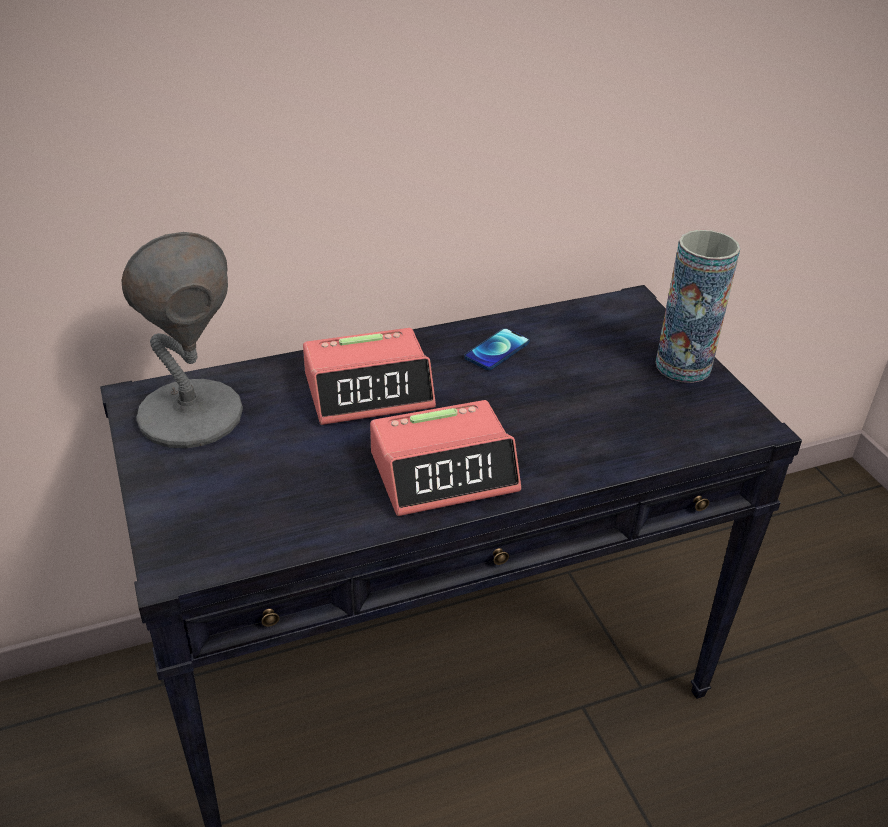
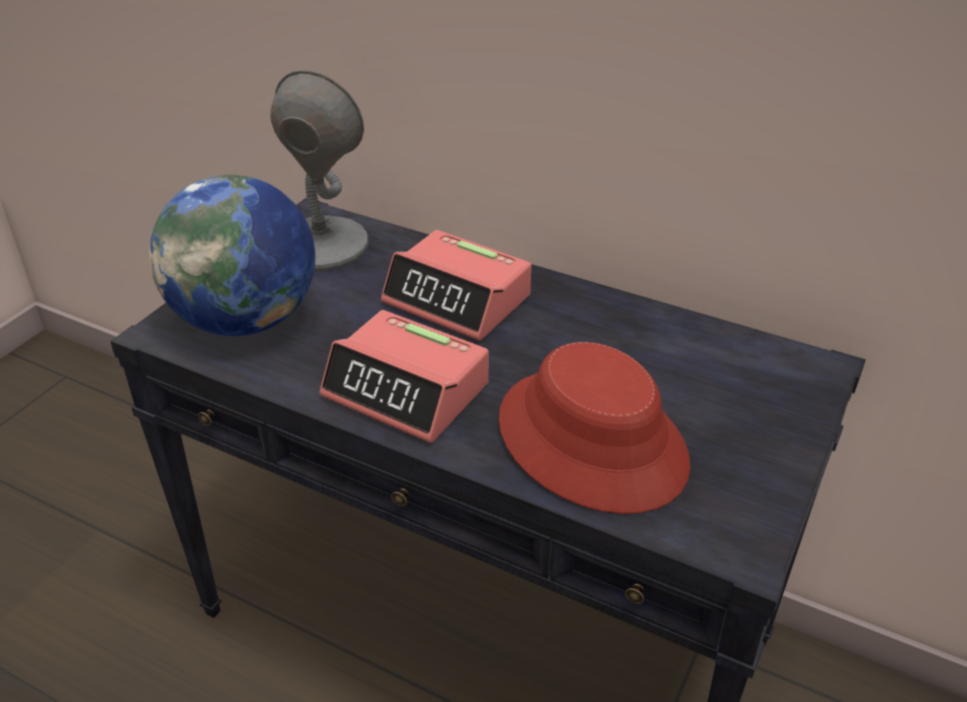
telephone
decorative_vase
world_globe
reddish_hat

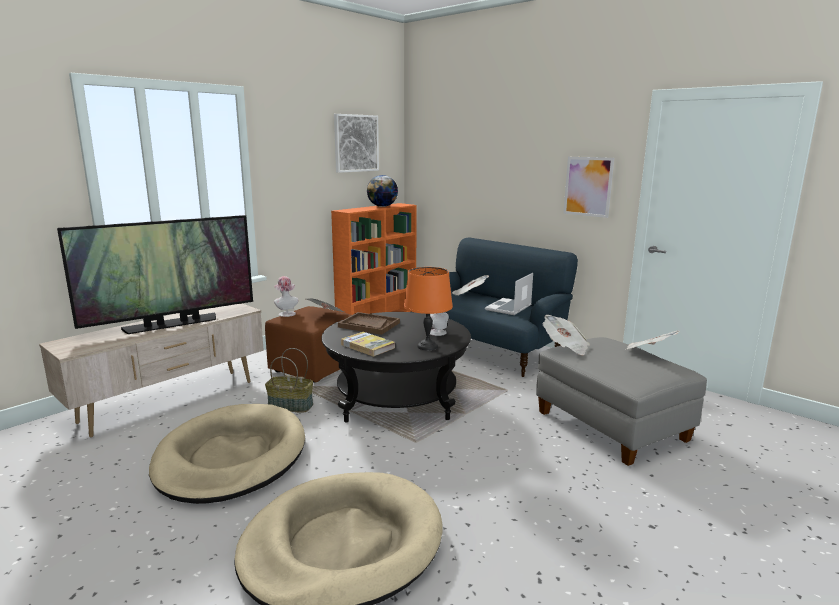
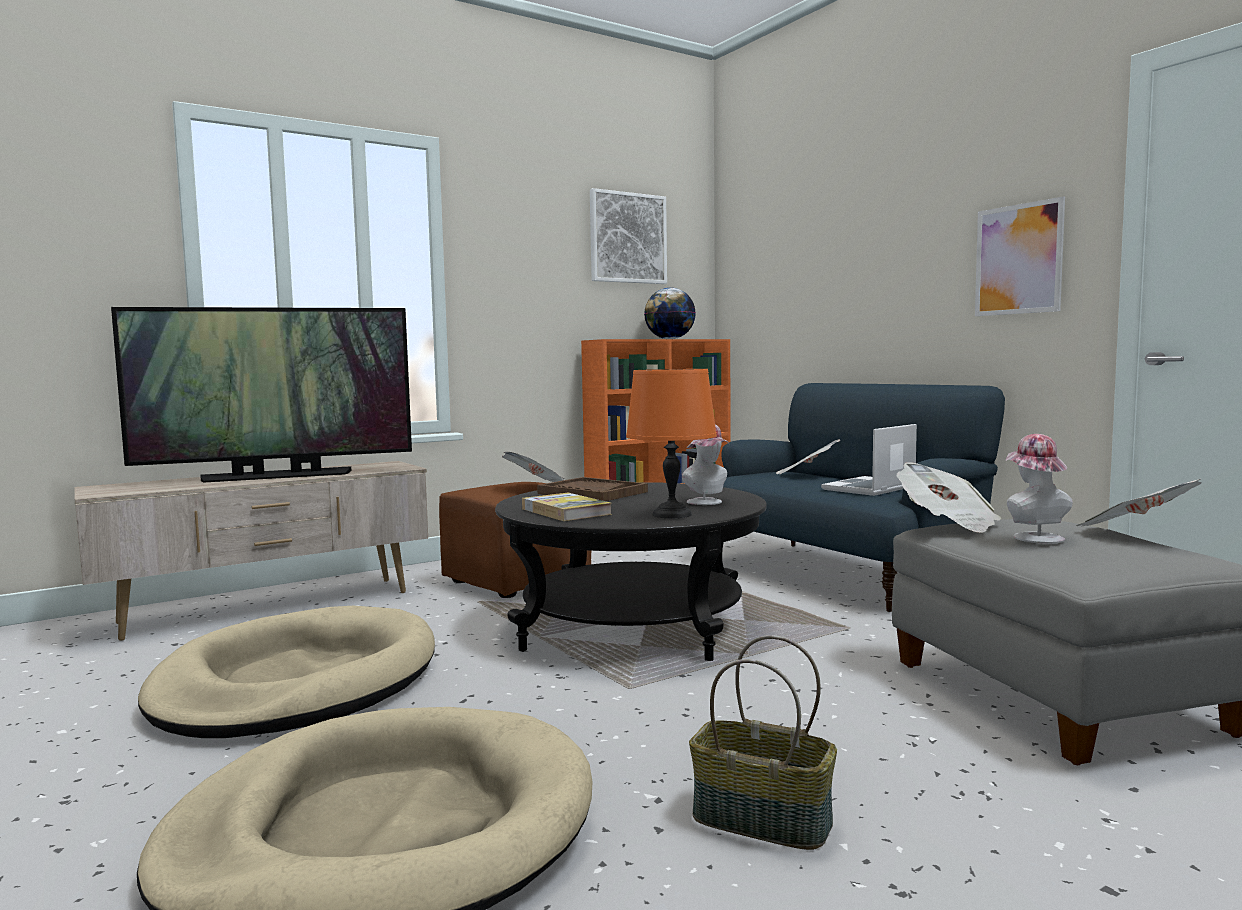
storage_basket
hat (no. 2 from left)

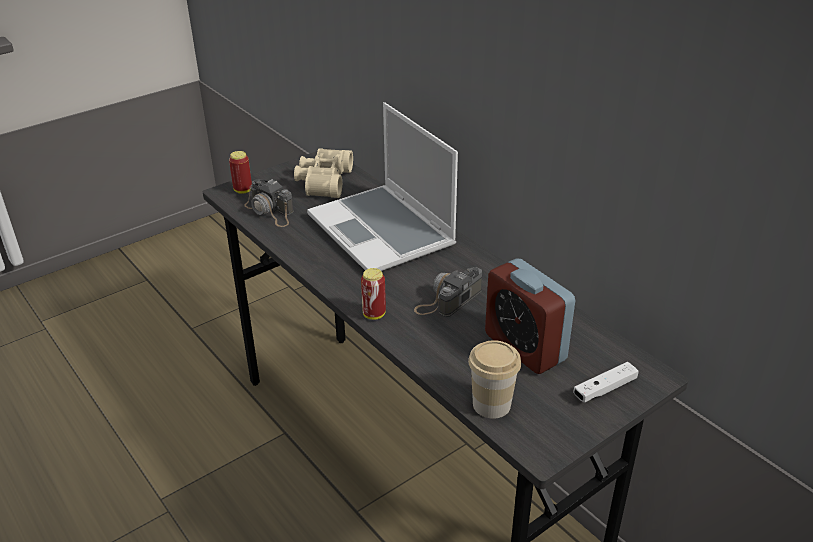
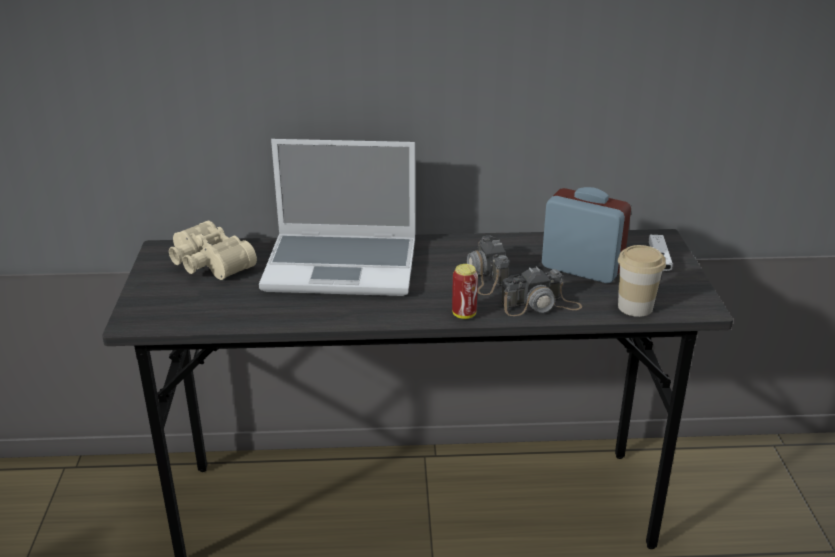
metal_can (no. 1 from left in the first image)
photo_camera (no. 2 from left)
alarm_clock

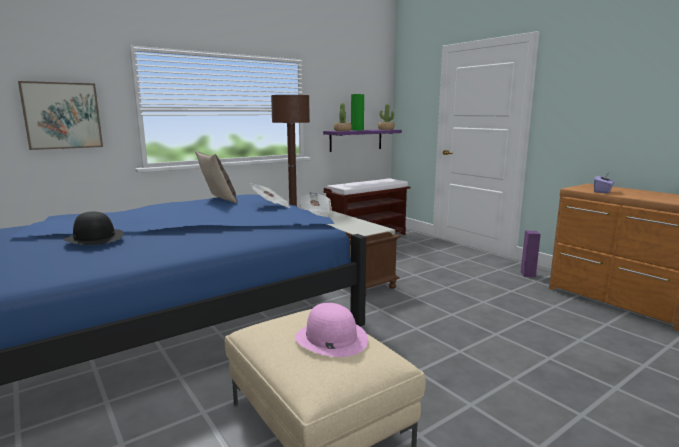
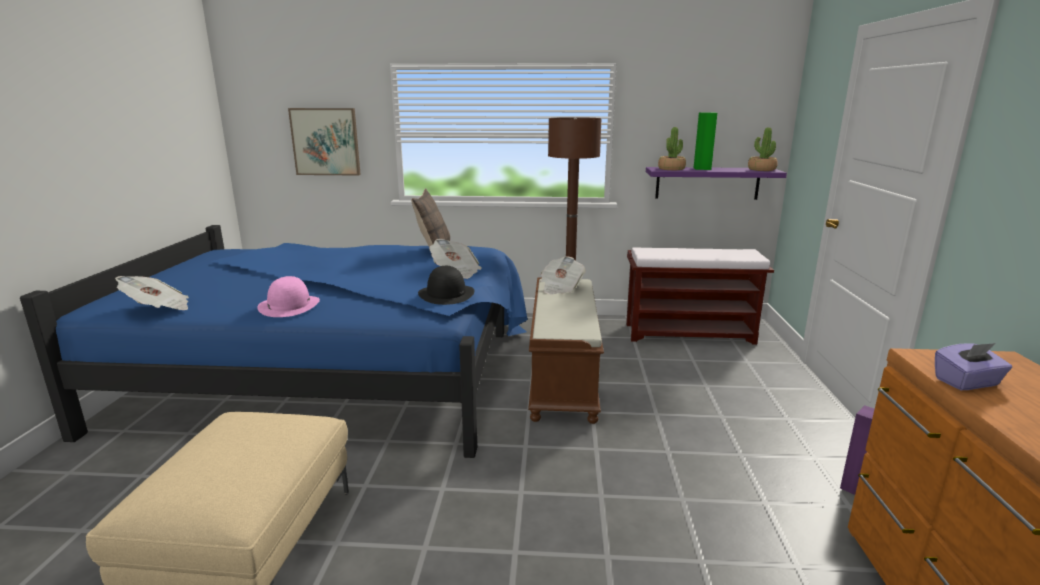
blackish_hat
pinkish_hat
printed_paper (no. 1 from left)

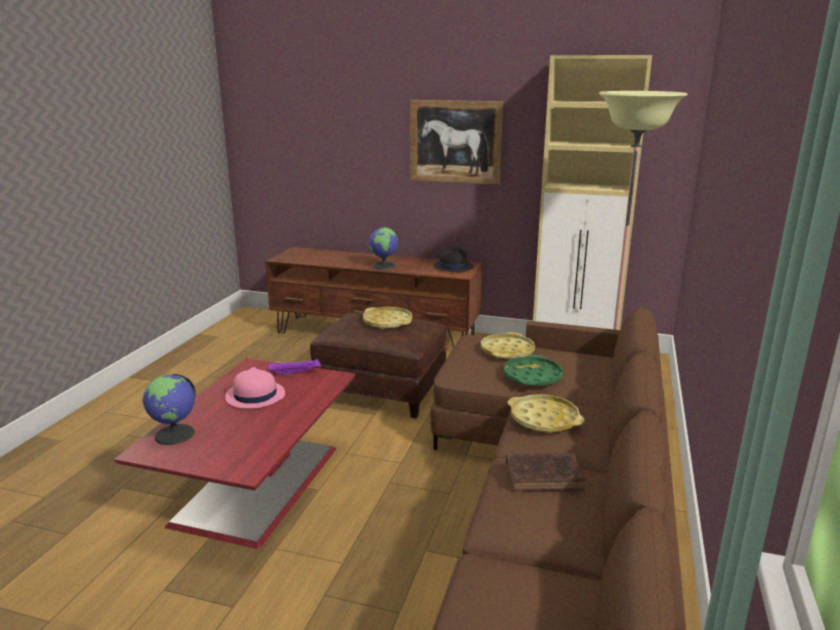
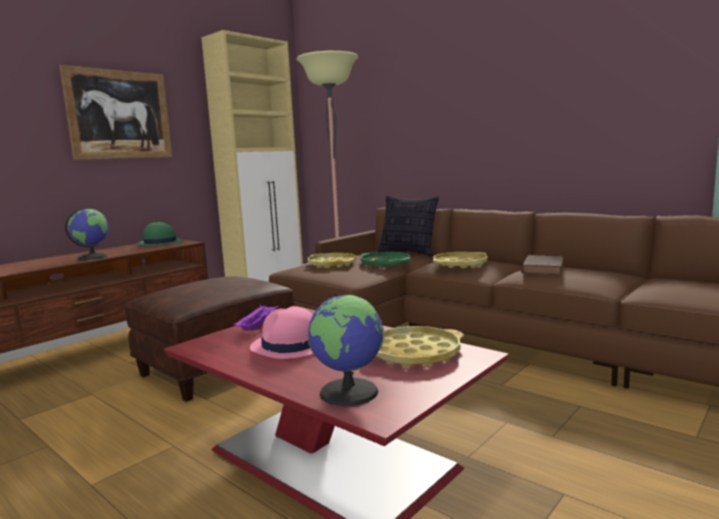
yellow-coloured_serving_tray (no. 2 from left)
green_hat
cushion

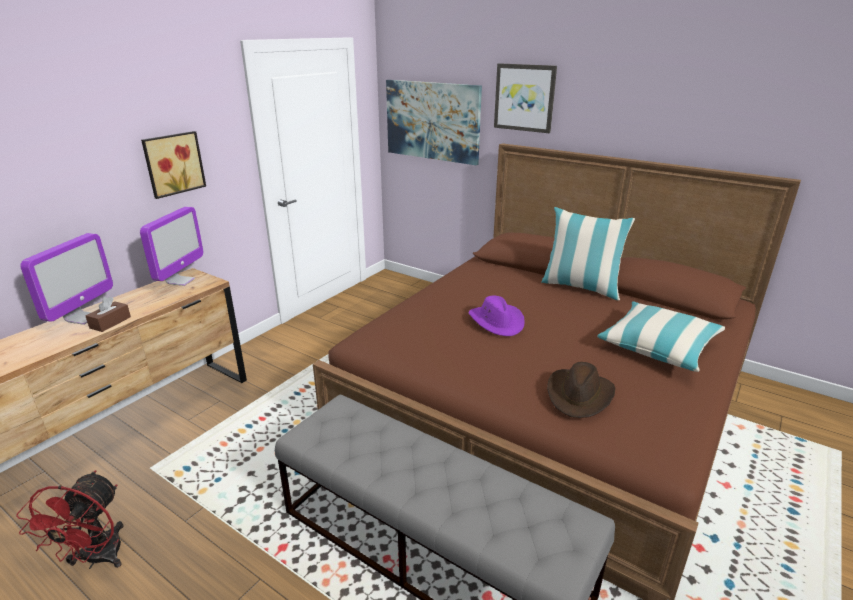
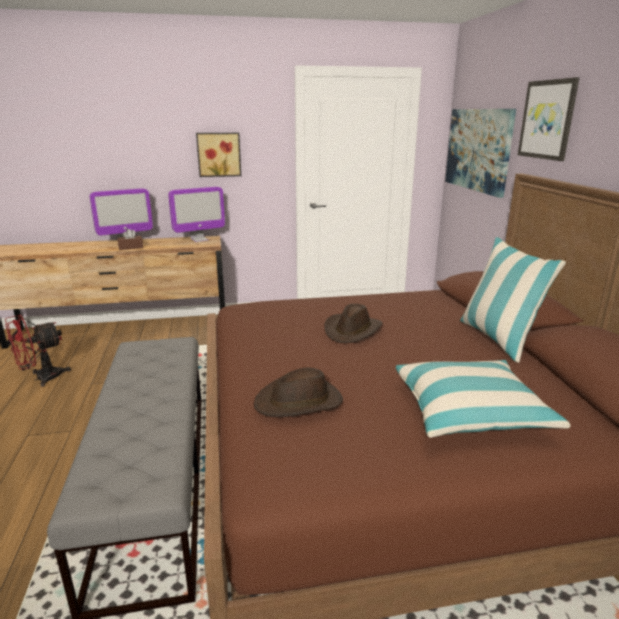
brown_hat (no. 2 from left)

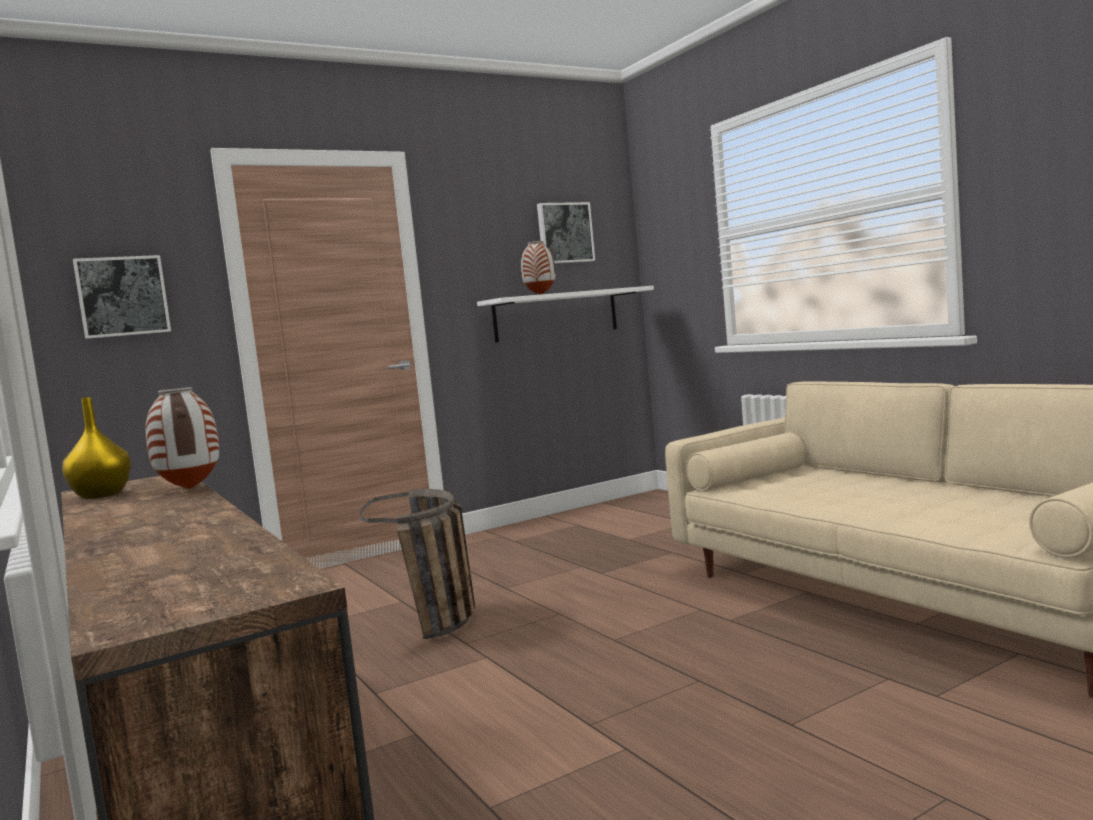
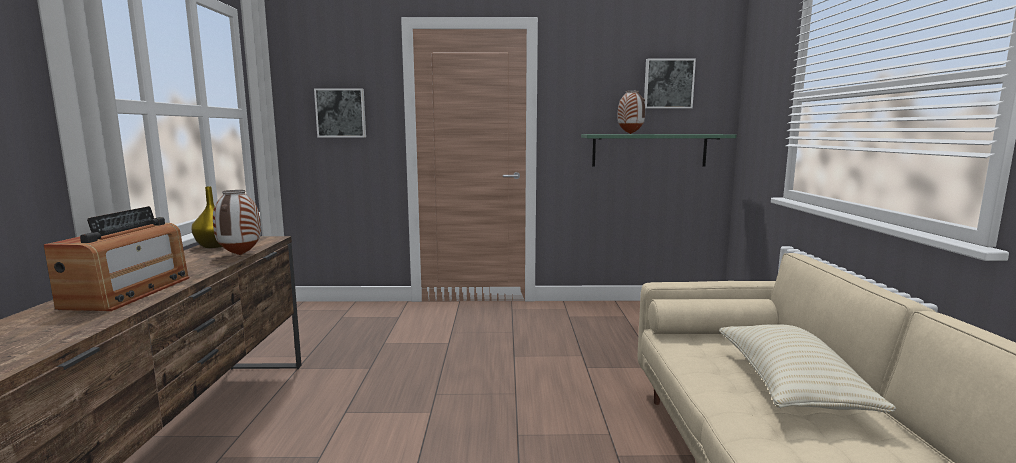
storage_basket
green_wall_shelf
radio_set
beige-coloured_cushion

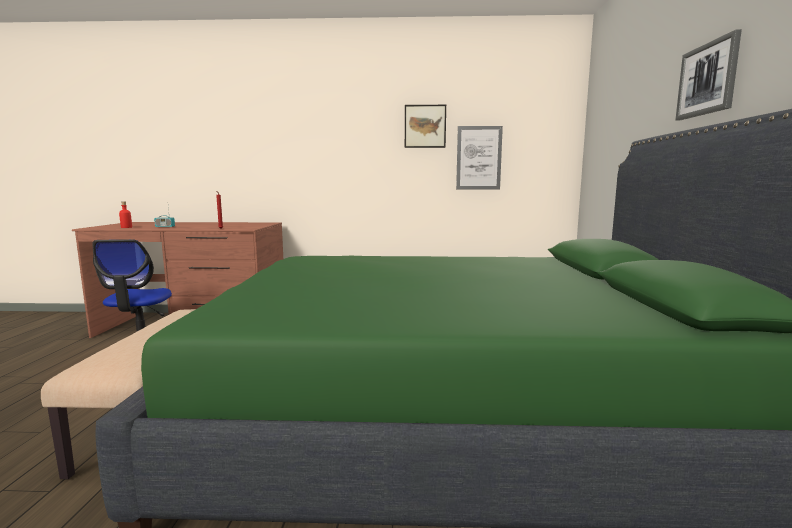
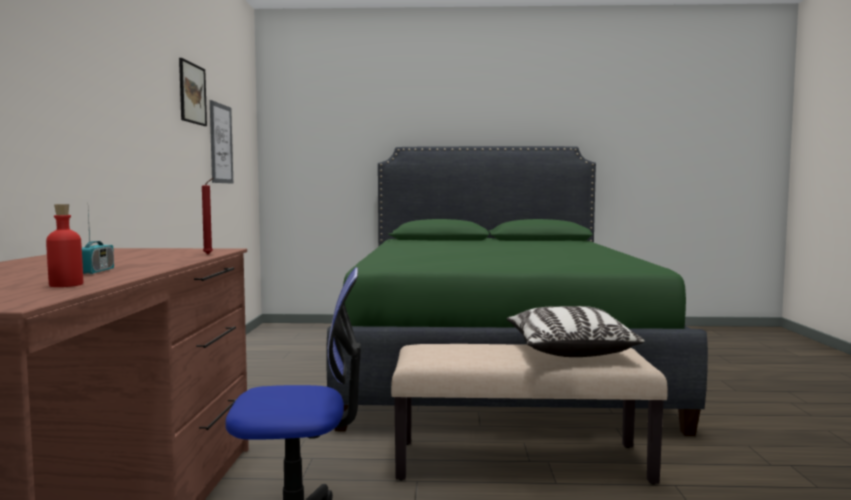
picture (no. 3 from left in the first image)
cushion

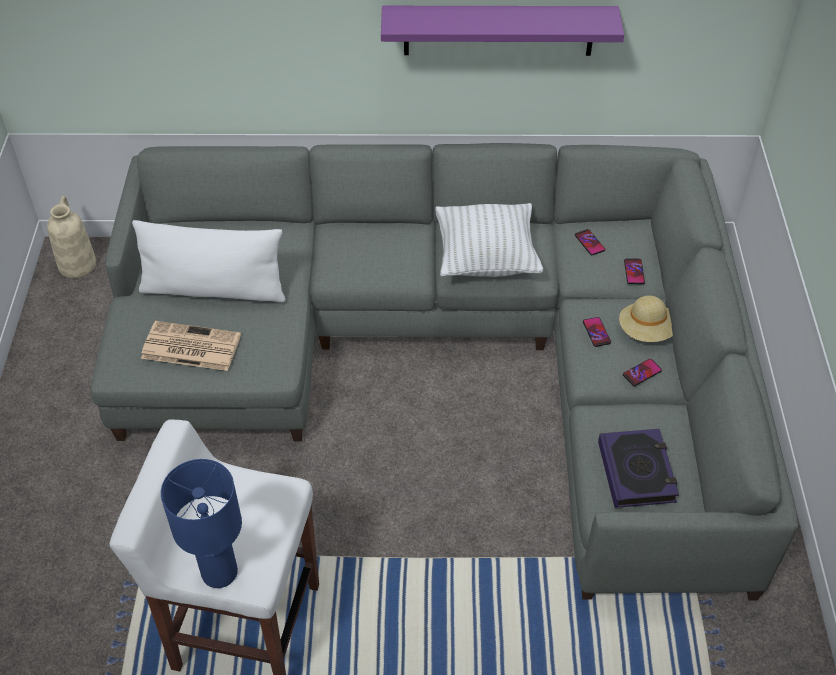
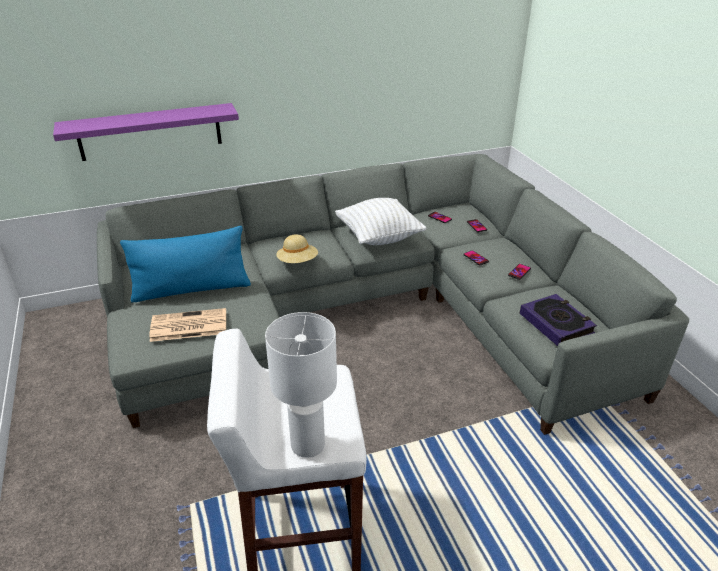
beige-coloured_decorative_vase
blue-coloured_cushion
white-coloured_table_lamp
purple-coloured_wall_shelf
beige-coloured_hat

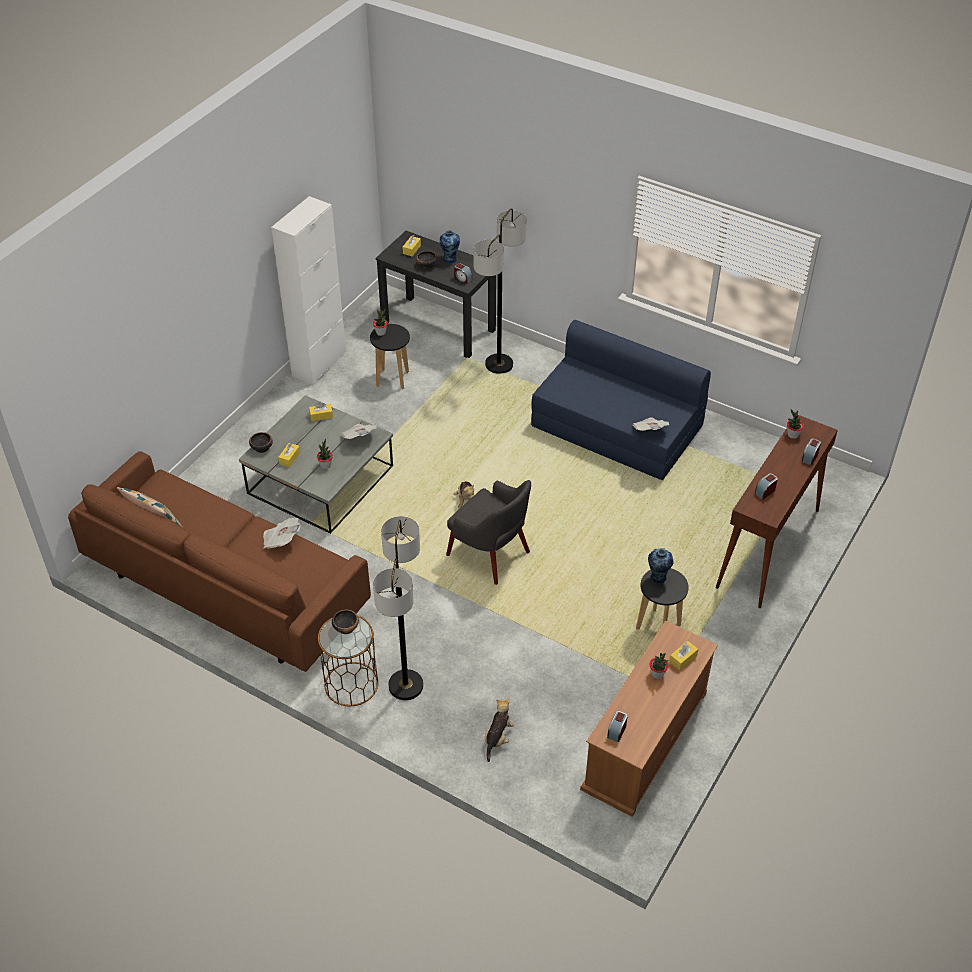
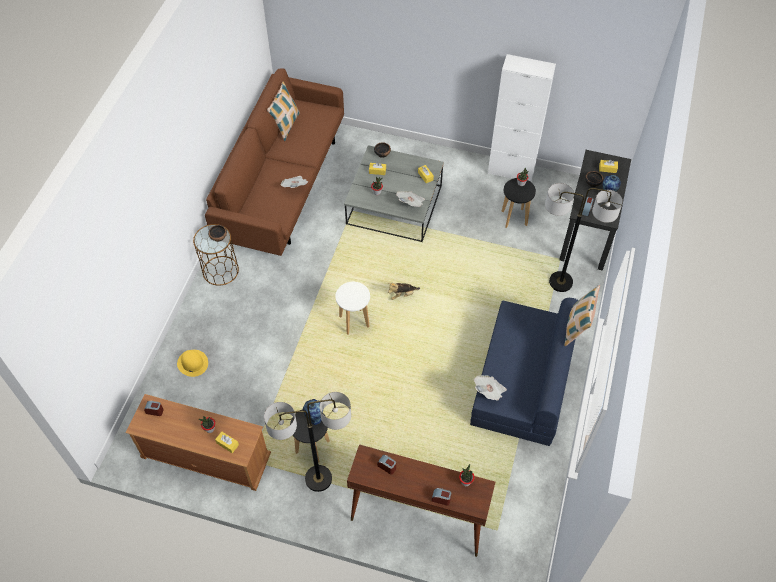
floor_lamp (no. 1 from left)
white-coloured_stool
yellow-coloured_hat
cushion (no. 2 from left)

